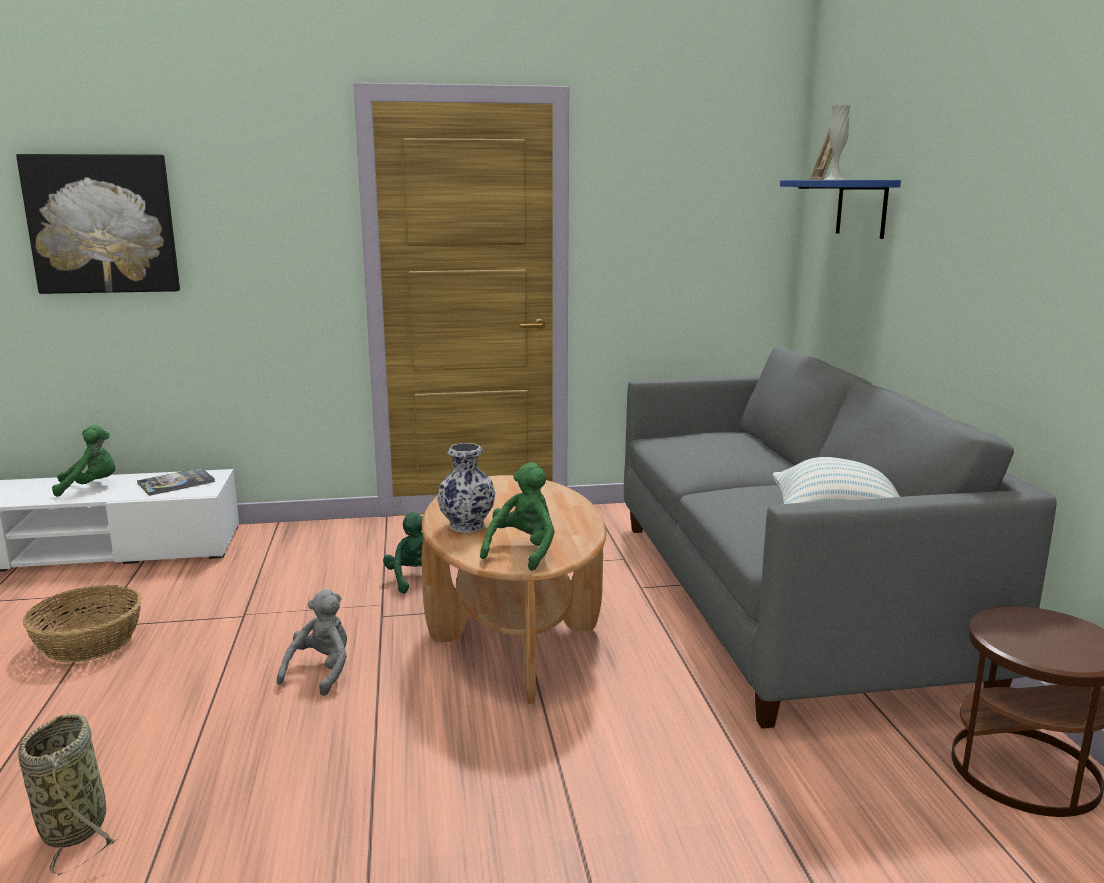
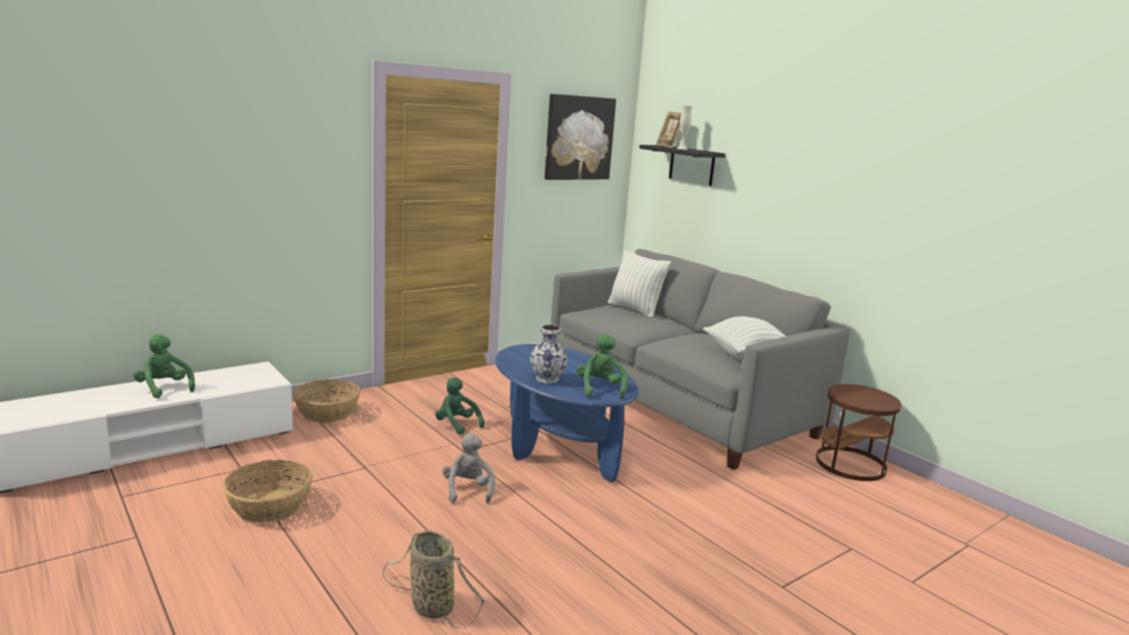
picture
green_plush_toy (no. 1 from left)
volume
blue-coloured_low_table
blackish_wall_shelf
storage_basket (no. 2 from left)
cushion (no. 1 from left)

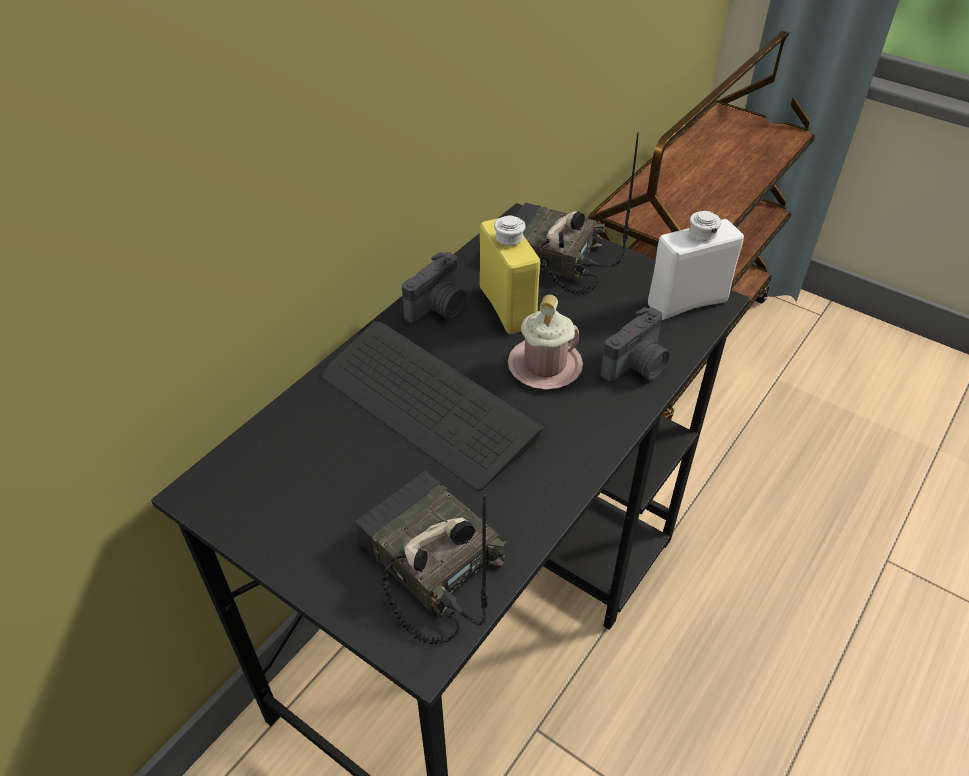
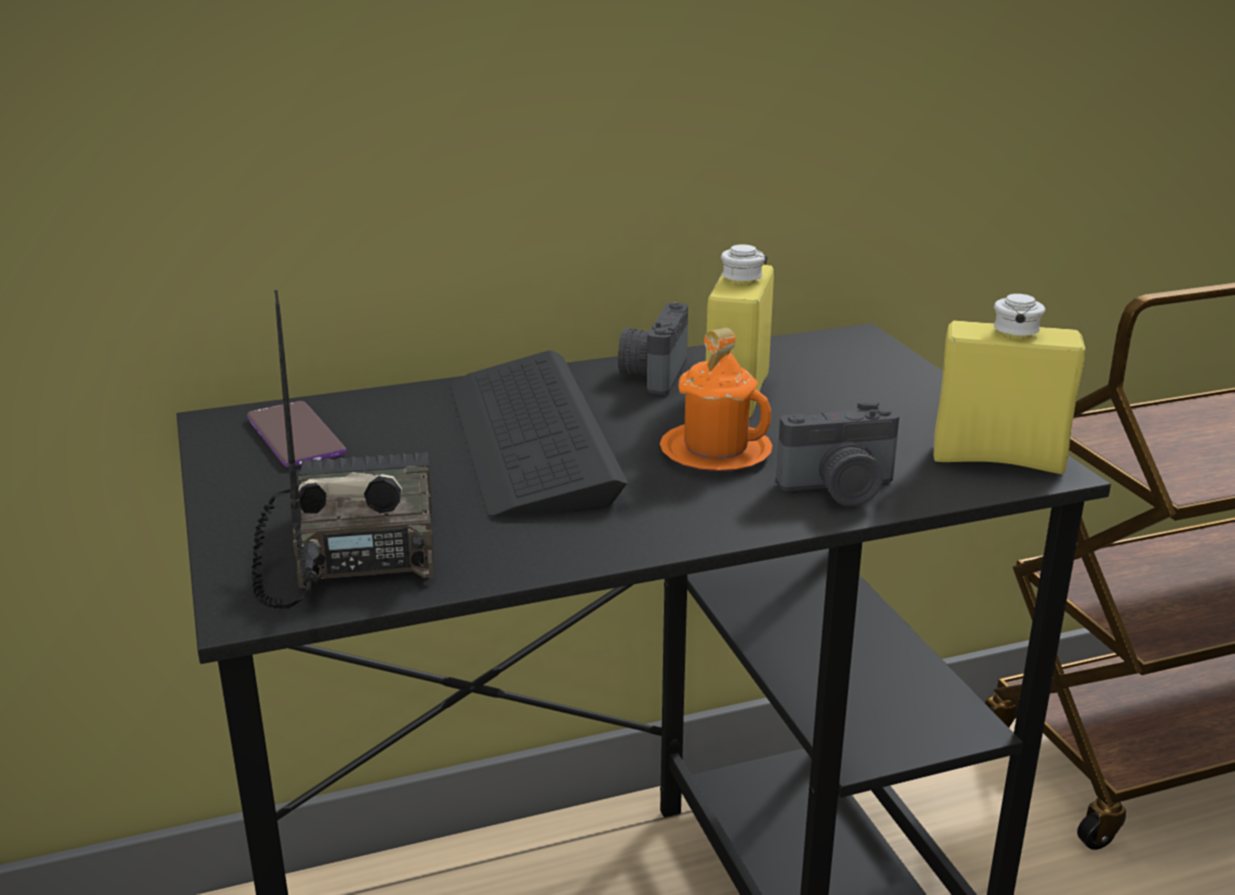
photo_camera (no. 1 from left)
orange_coffee_mug
radio_set (no. 2 from left in the first image)
yellow-coloured_bottle (no. 2 from left)
telephone

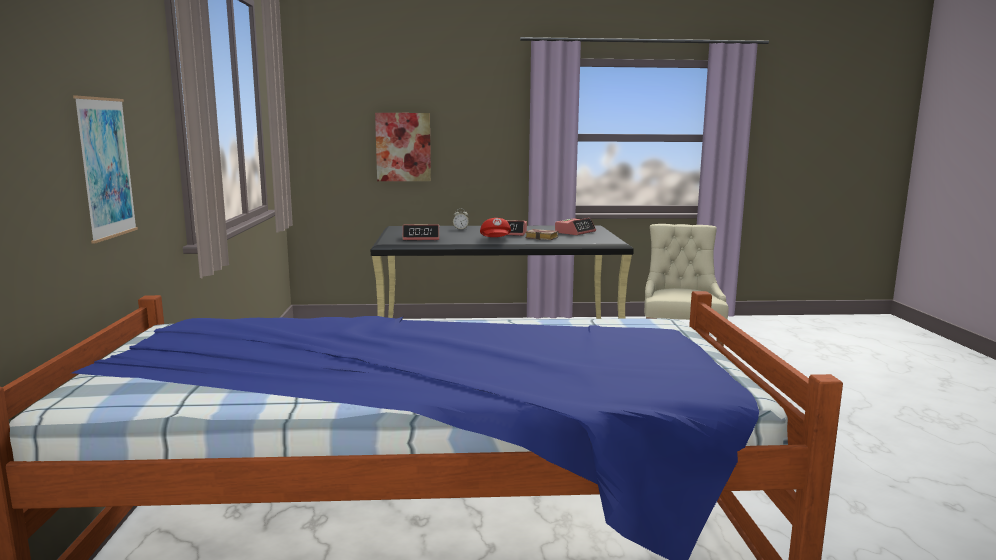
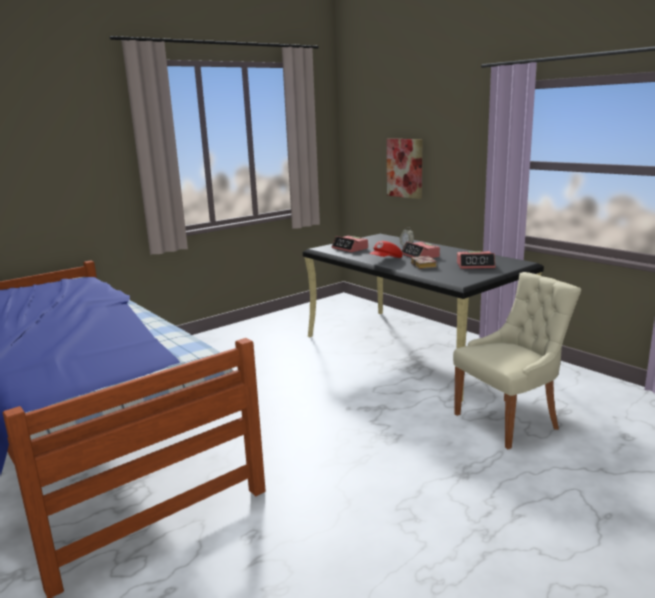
picture (no. 1 from left in the first image)

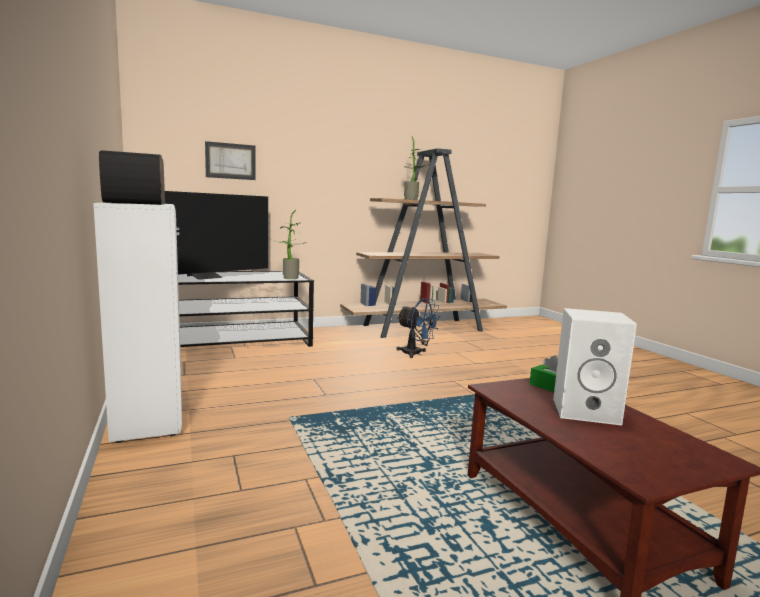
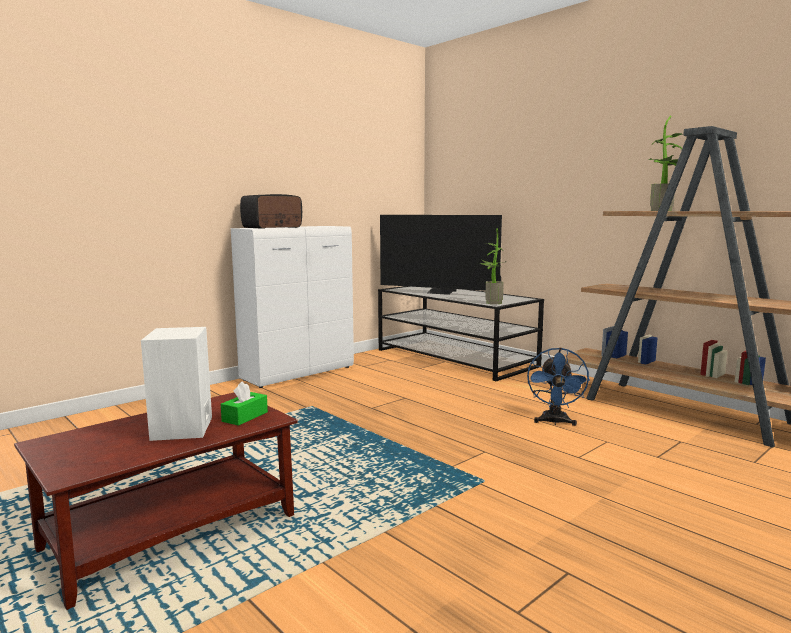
picture

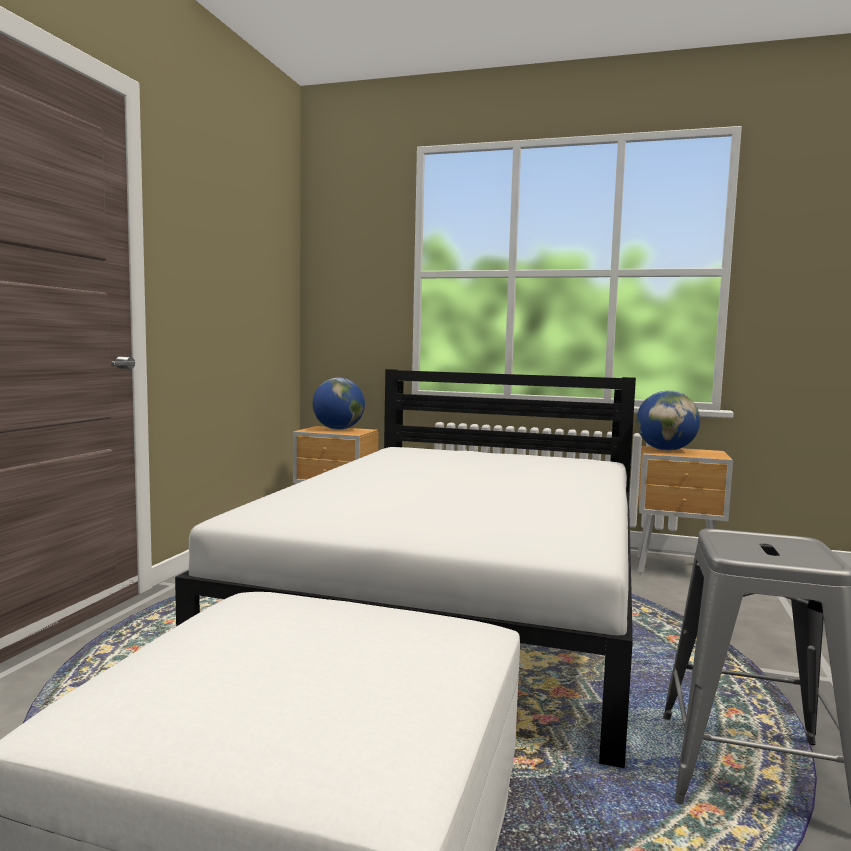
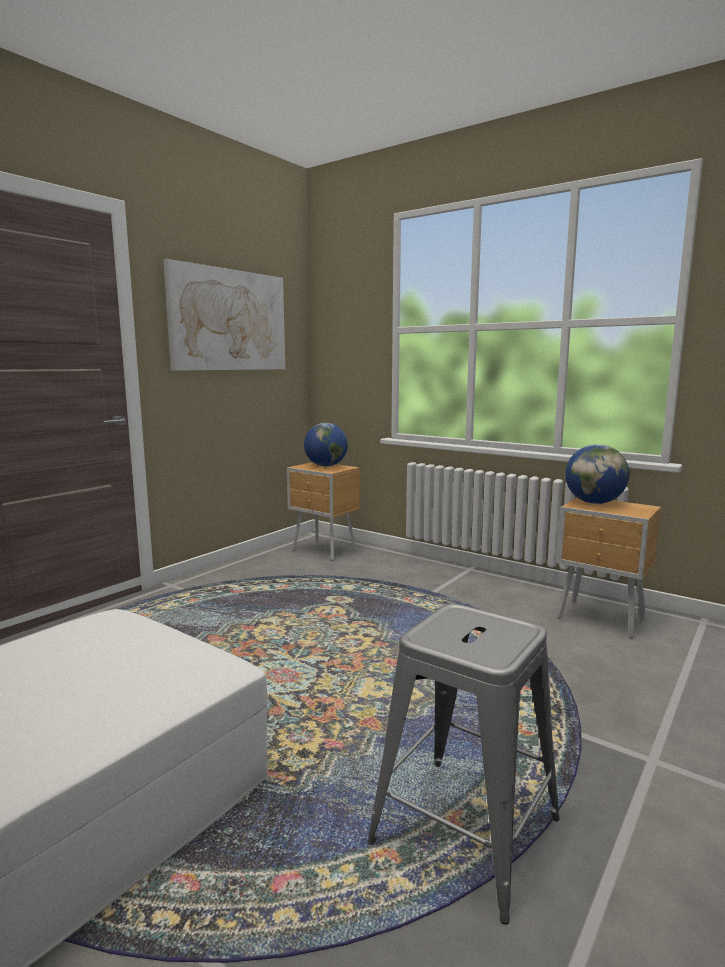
white-coloured_bed
picture

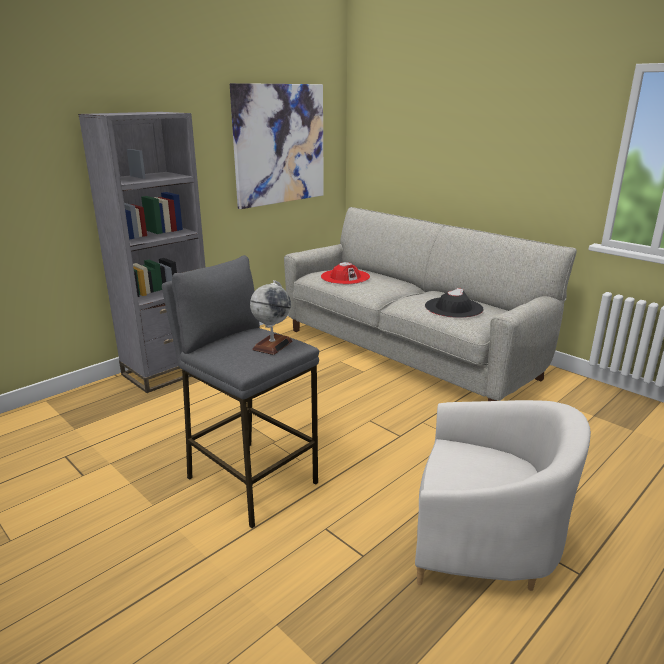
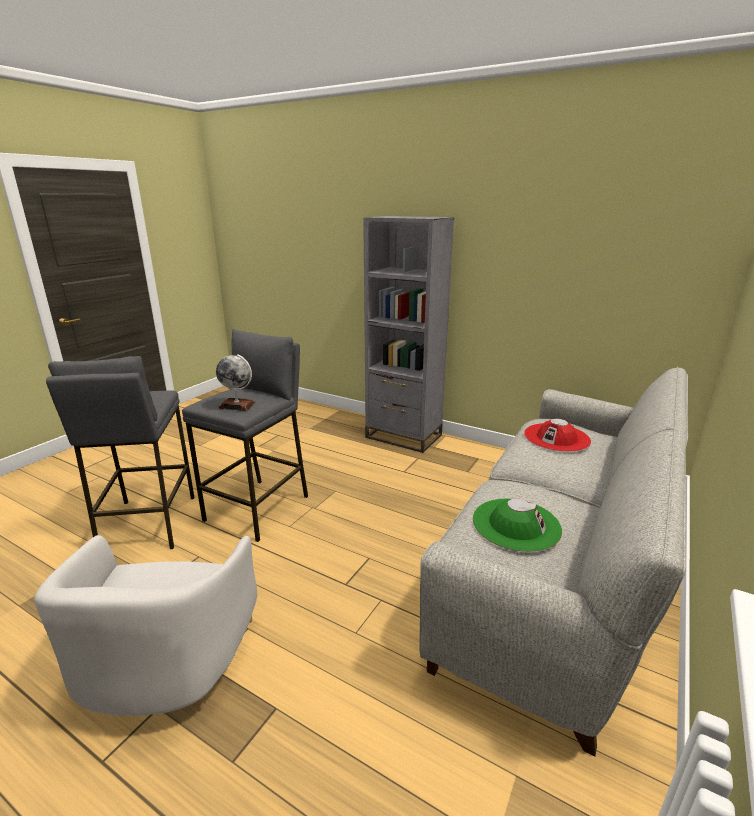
picture
green_hat
grey_stool (no. 1 from left)

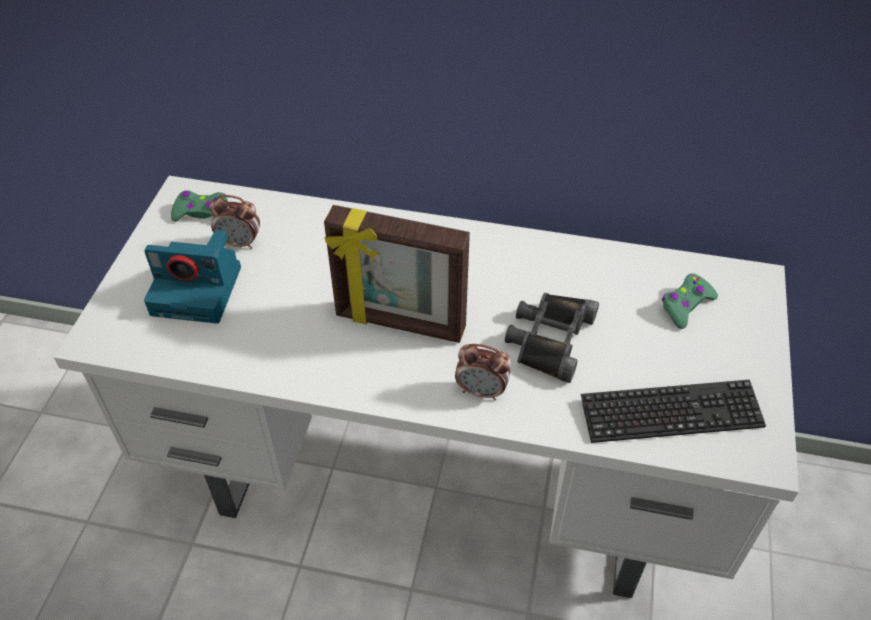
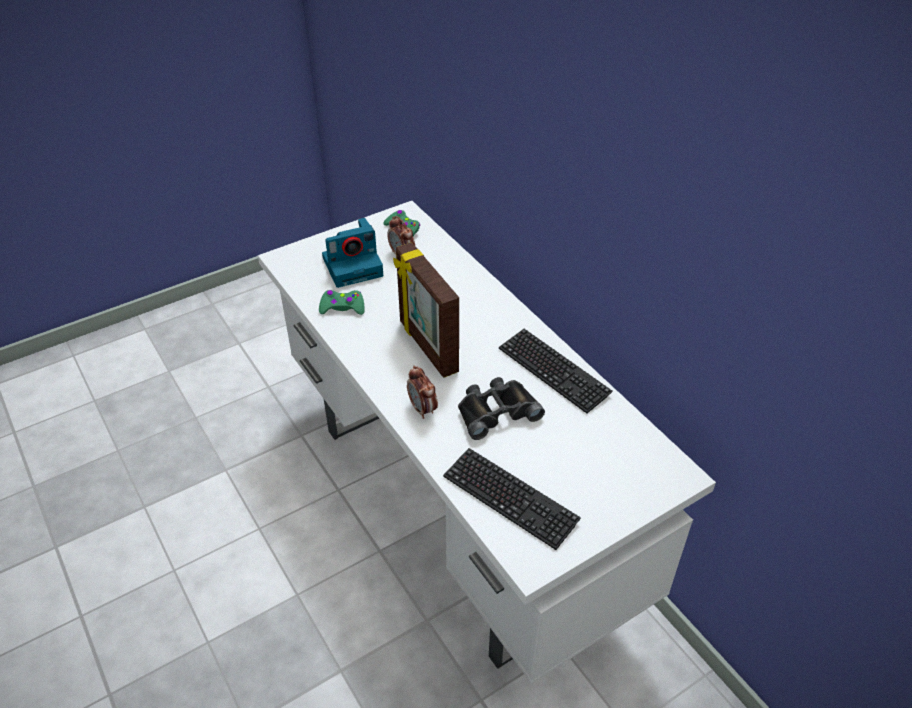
photo_camera
green_gamepad (no. 1 from left)
computer_keyboard (no. 2 from left)

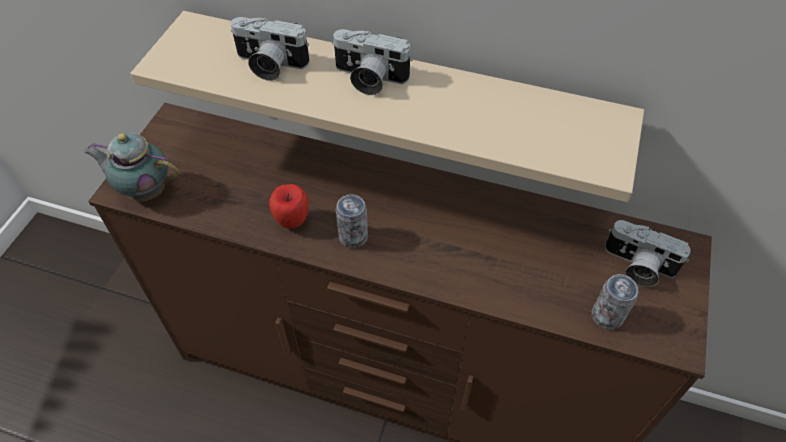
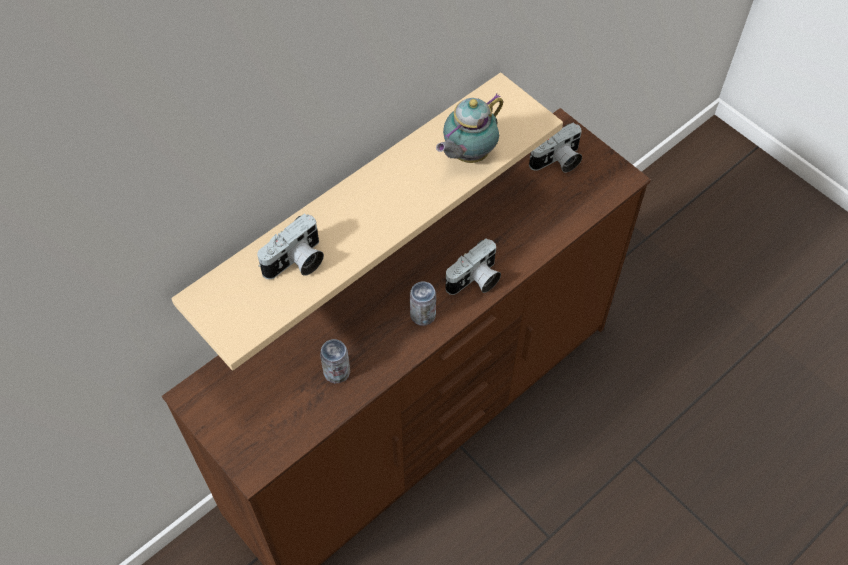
teapot
whole_apple
photo_camera (no. 2 from left)
metal_can (no. 1 from left)

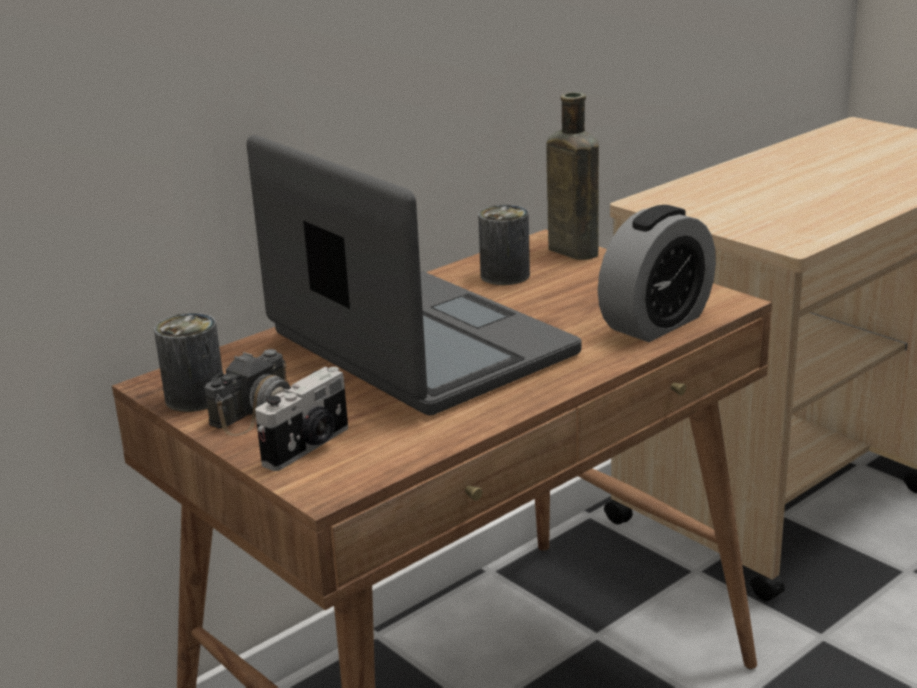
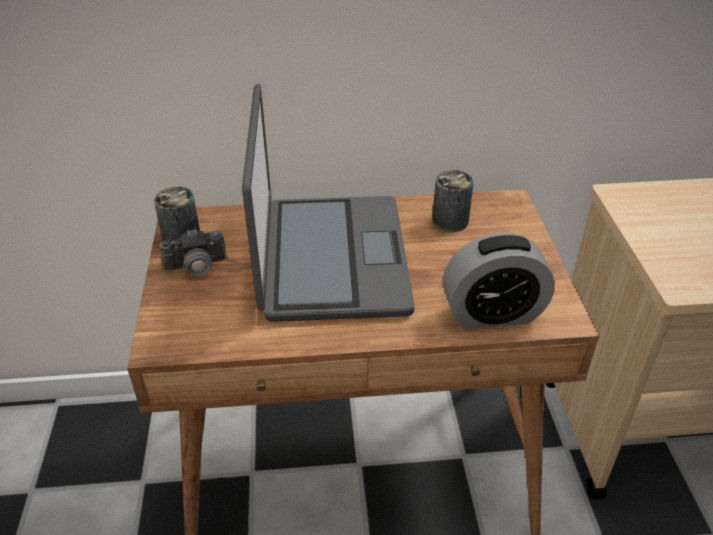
photo_camera (no. 2 from left in the first image)
brown_bottle

